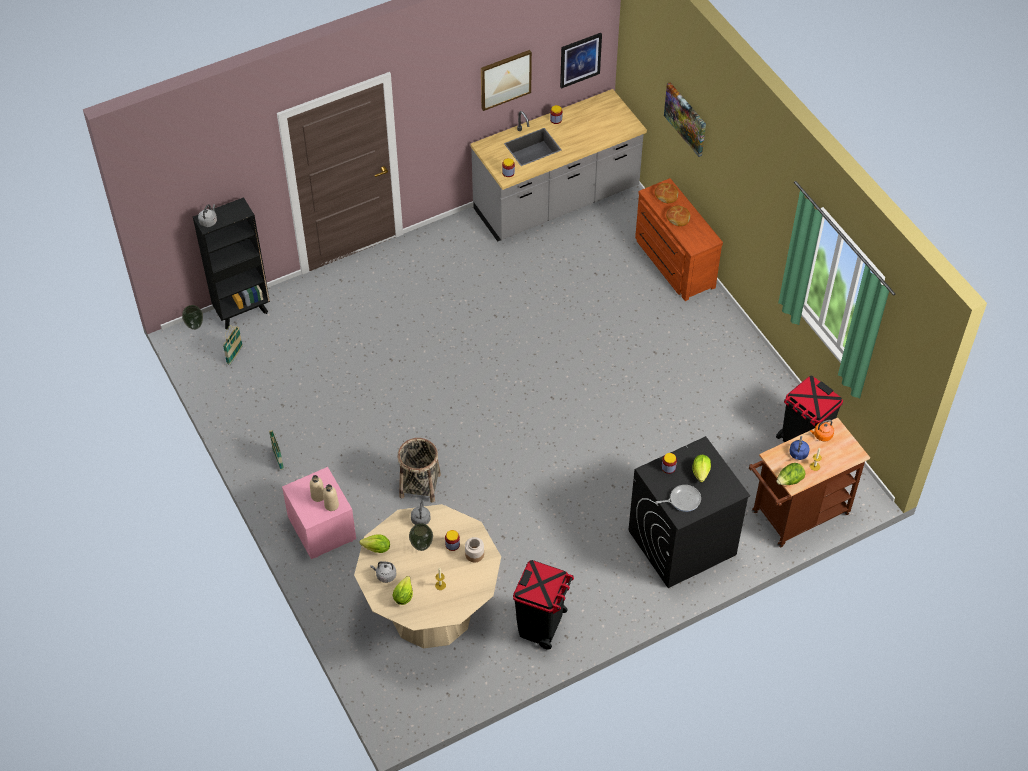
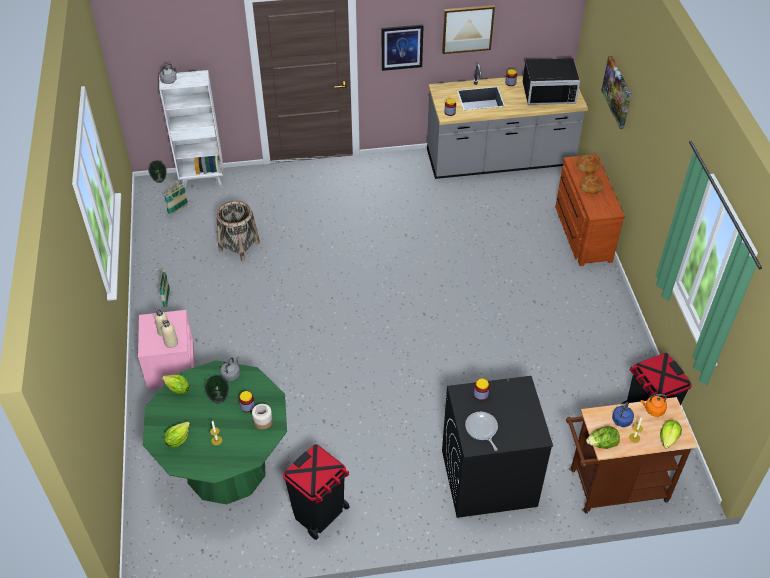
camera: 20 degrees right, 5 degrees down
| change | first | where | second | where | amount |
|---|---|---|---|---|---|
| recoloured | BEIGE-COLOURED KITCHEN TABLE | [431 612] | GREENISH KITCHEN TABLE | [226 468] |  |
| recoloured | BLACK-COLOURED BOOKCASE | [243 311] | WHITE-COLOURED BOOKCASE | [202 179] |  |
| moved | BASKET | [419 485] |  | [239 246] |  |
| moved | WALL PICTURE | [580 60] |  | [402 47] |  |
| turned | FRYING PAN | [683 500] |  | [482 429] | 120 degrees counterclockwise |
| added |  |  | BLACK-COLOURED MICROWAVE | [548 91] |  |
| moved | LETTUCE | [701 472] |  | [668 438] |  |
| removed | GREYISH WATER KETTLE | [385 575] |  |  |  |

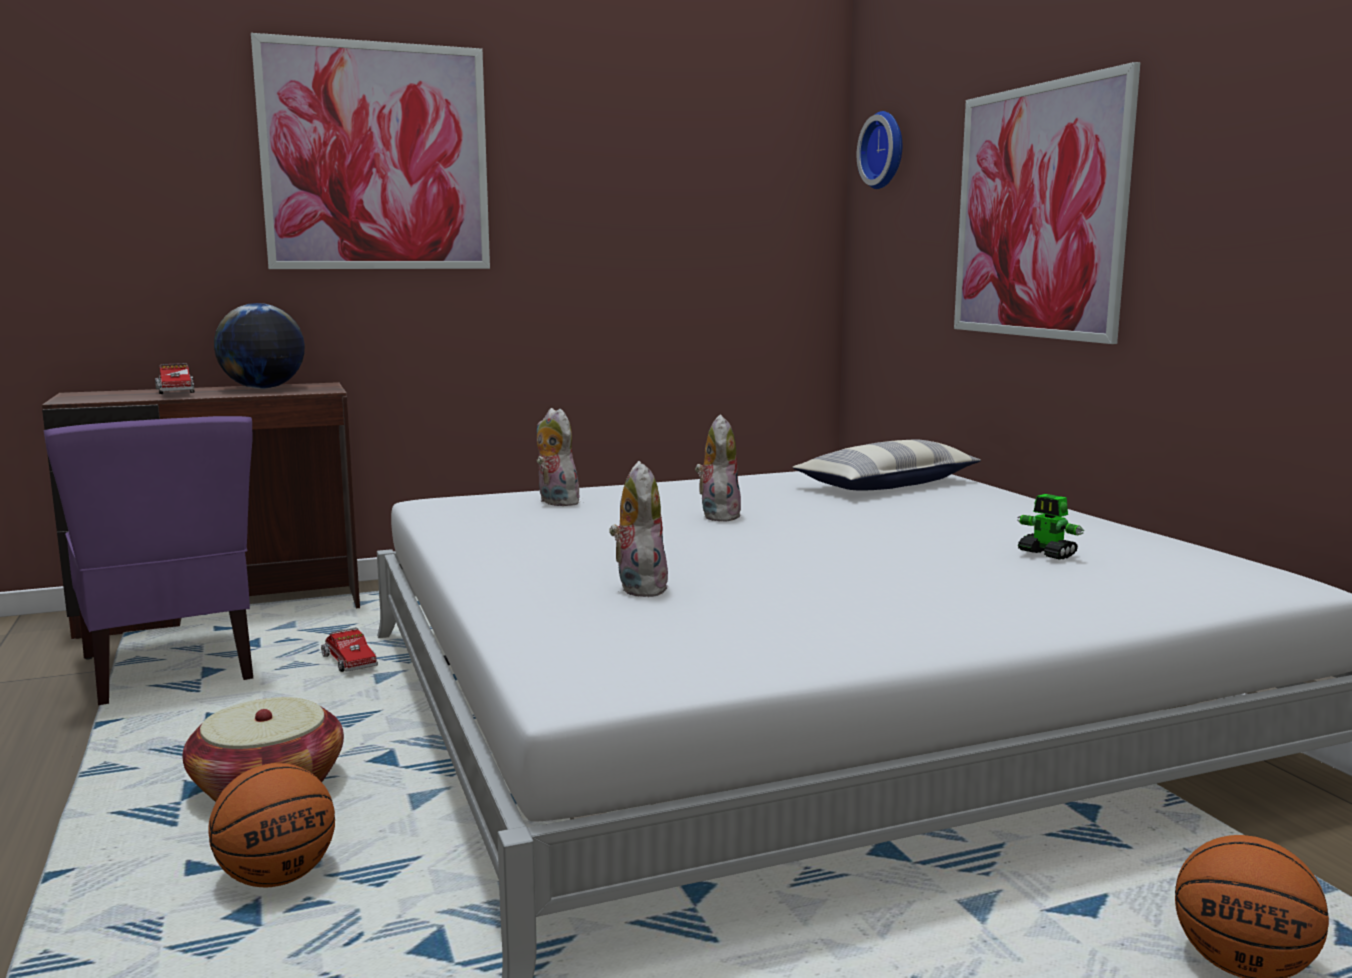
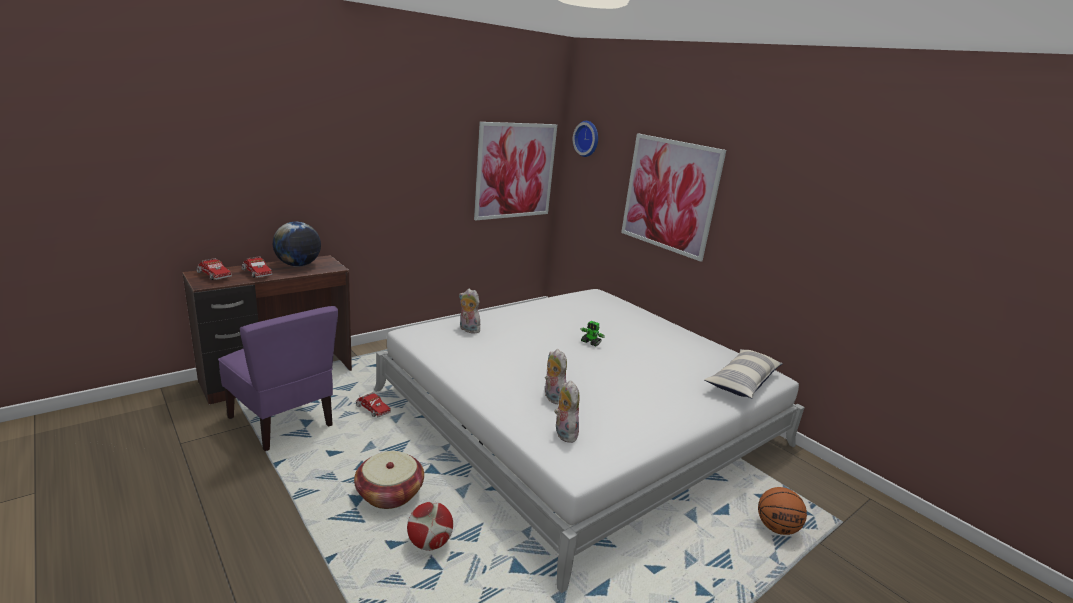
camera: 20 degrees left, 10 degrees up
| change | first | where | second | where | amount |
|---|---|---|---|---|---|
| added |  |  | TOY TRUCK | [213 275] |  |
| replaced | BASKETBALL | [277 877] | FOOTBALL | [429 543] |  |
| moved | WALL PICTURE | [376 157] |  | [515 171] |  |
| moved | PLUSH TOY | [717 515] |  | [563 433] |  |
| moved | ROBOT FIGURE | [1047 554] |  | [591 342] |  |
| moved | PILLOW | [887 485] |  | [742 381] |  |

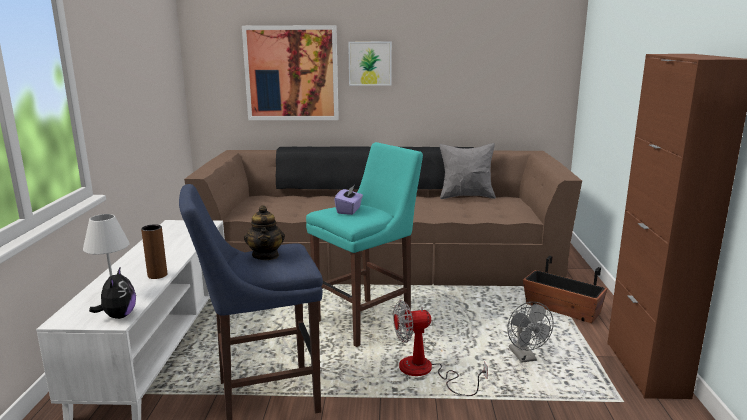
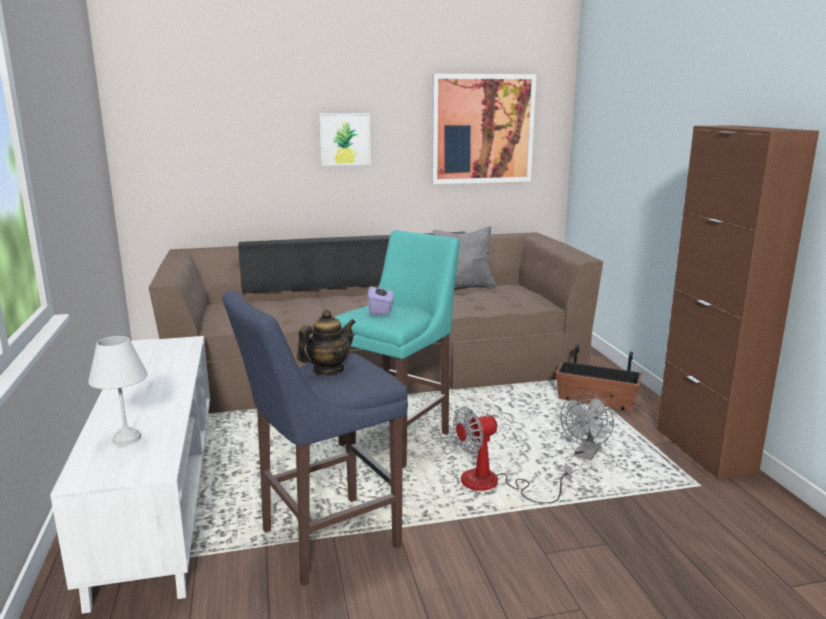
camera: 15 degrees left, 0 degrees up
| change | first | where | second | where | amount |
|---|---|---|---|---|---|
| turned | POT FOR TEA | [266 255] |  | [328 370] | 105 degrees counterclockwise |
| moved | WALL PICTURE | [291 73] |  | [482 129] |  |
| turned | GREYISH COOLING FAN | [525 357] |  | [586 454] | 60 degrees clockwise |
| removed | PLUSH TOY | [118 316] |  |  |  |
| removed | BROWN-COLOURED FLOWER VASE | [157 275] |  |  |  |

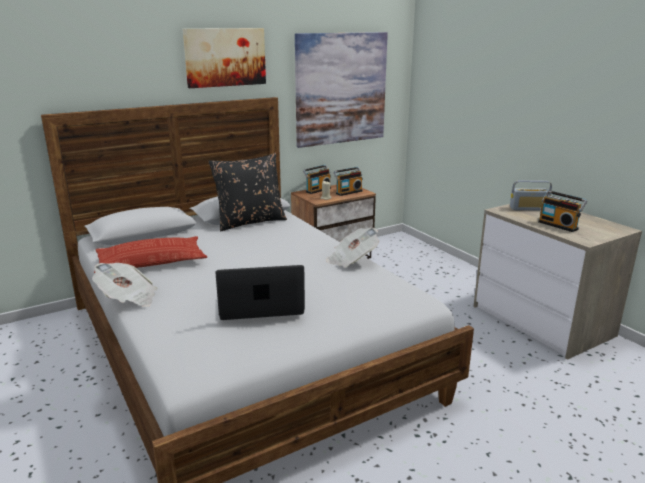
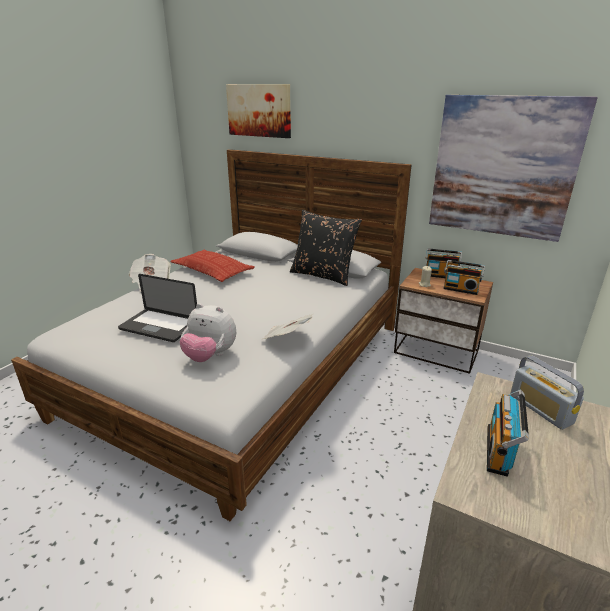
camera: 60 degrees right, 5 degrees up
| change | first | where | second | where | amount |
|---|---|---|---|---|---|
| turned | PORTABLE COMPUTER | [261 306] |  | [159 326] | 150 degrees clockwise |
| added |  |  | PLUSH TOY | [210 356] |  |
| moved | WALL PICTURE | [225 57] |  | [259 110] |  |

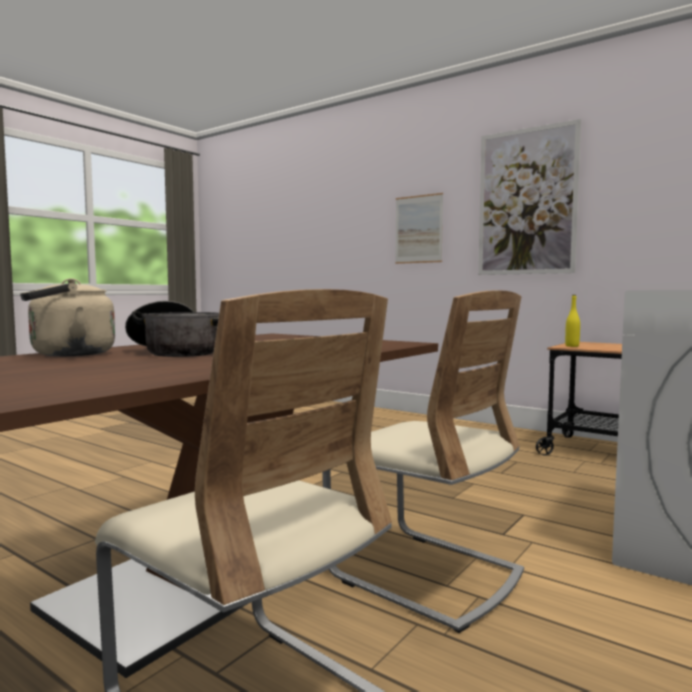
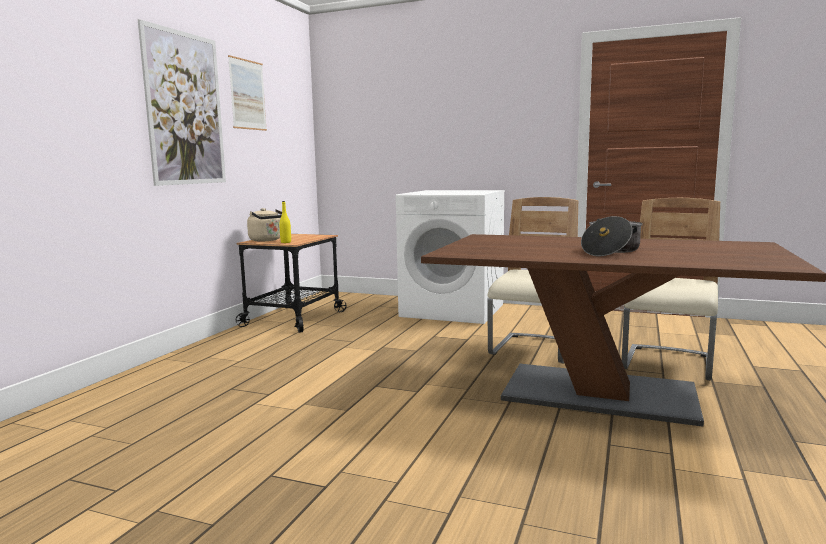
camera: 105 degrees left, 5 degrees up
| change | first | where | second | where | amount |
|---|---|---|---|---|---|
| moved | WALL PICTURE | [418 229] |  | [247 94] |  |
| moved | BEIGE-COLOURED WATER KETTLE | [67 354] |  | [267 240] |  |

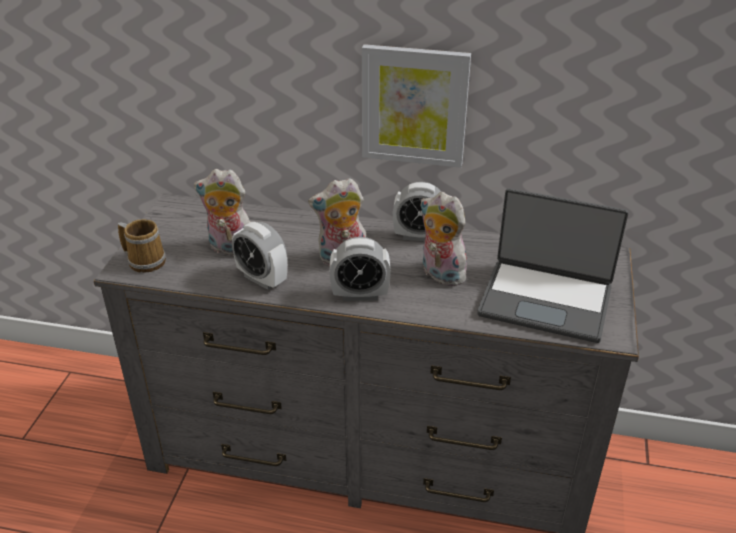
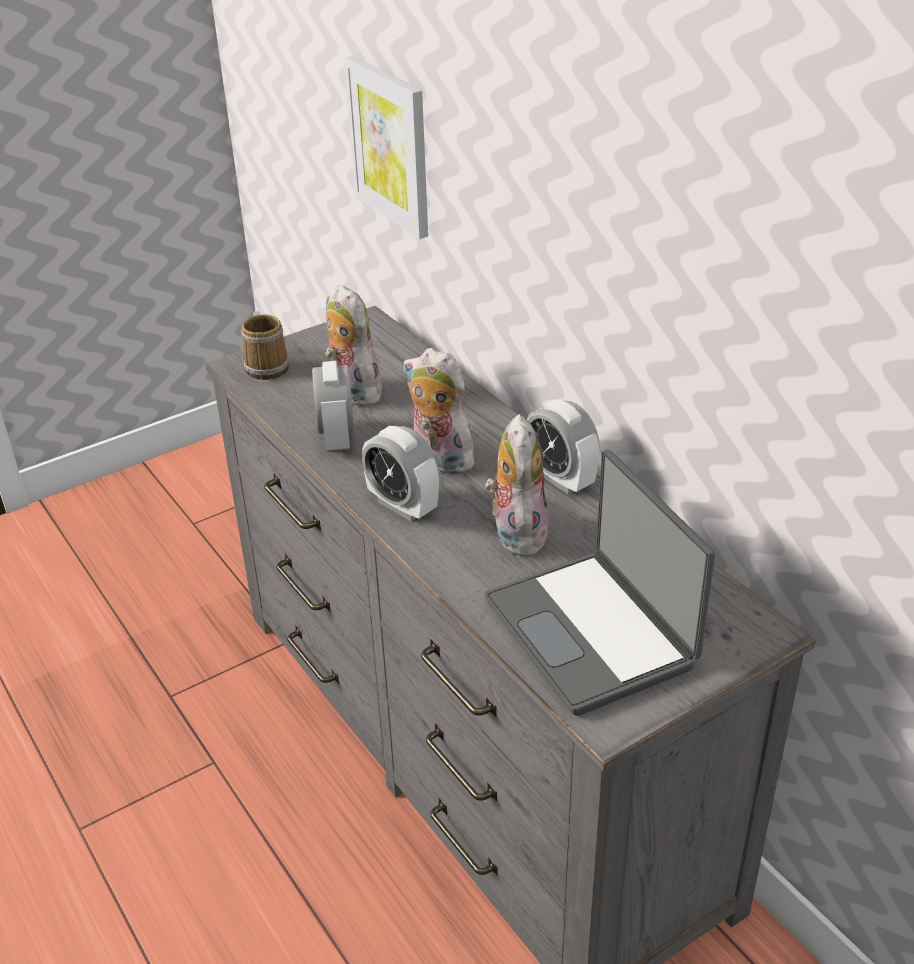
camera: 45 degrees right, 0 degrees up
| change | first | where | second | where | amount |
|---|---|---|---|---|---|
| moved | WALL PICTURE | [414 105] |  | [390 146] |  |

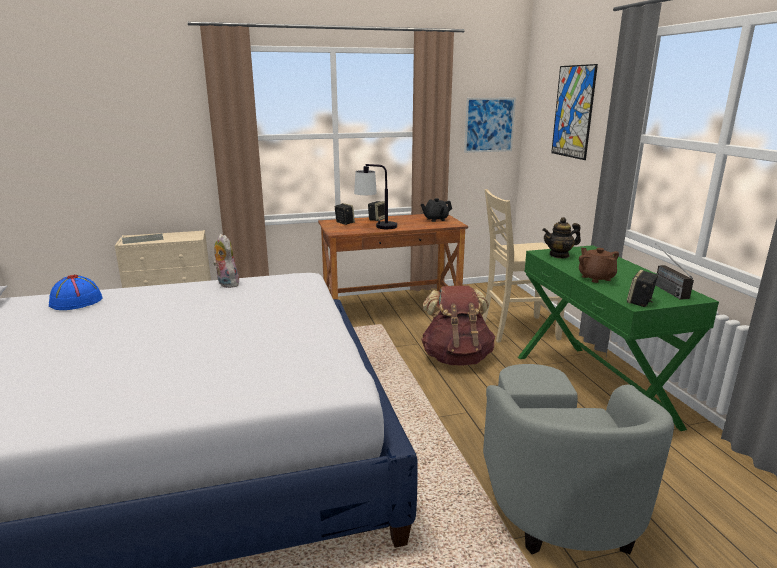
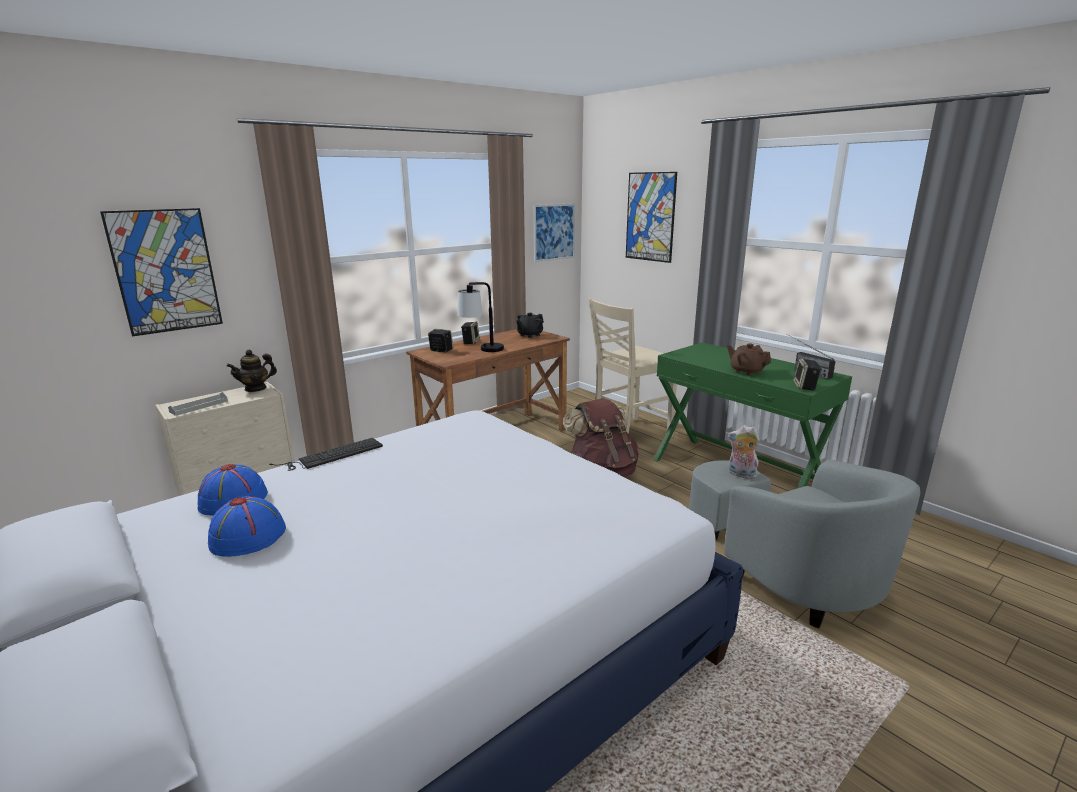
camera: 25 degrees left, 0 degrees up
| change | first | where | second | where | amount |
|---|---|---|---|---|---|
| added |  |  | WALL PICTURE | [165 271] |  |
| added |  |  | BLUISH HAT | [248 536] |  |
| moved | POT FOR TEA | [559 255] |  | [255 388] |  |
| added |  |  | PC KEYBOARD | [331 455] |  |
| moved | PLUSH TOY | [226 284] |  | [741 474] |  |

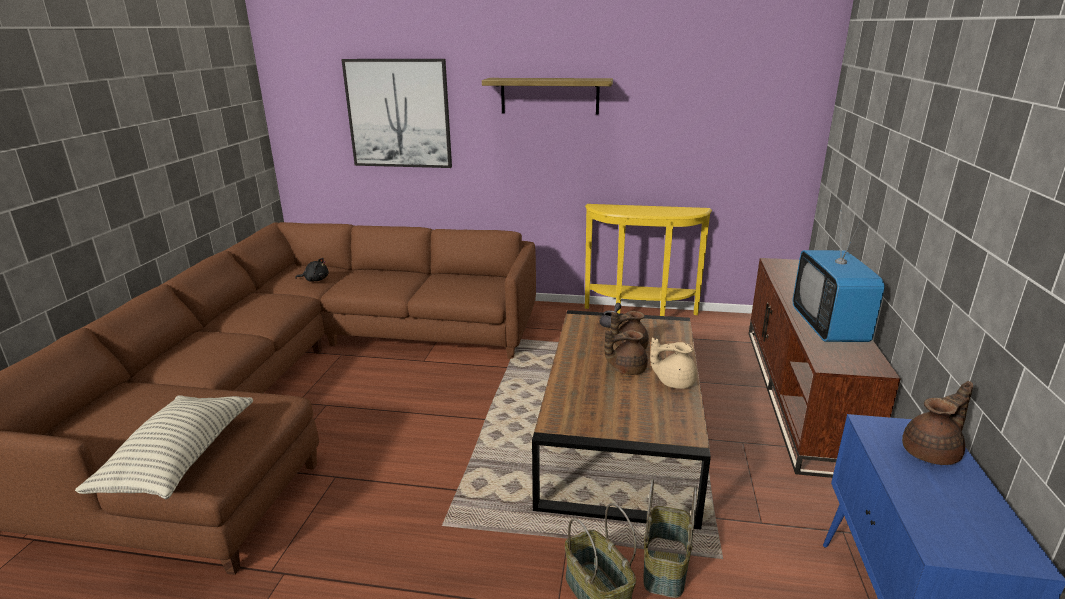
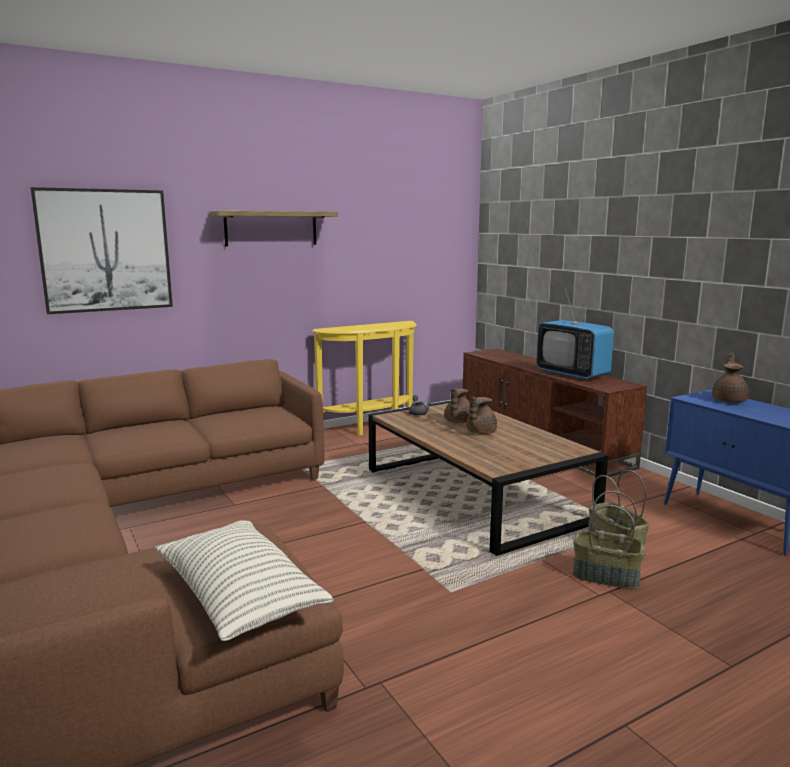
camera: 40 degrees left, 10 degrees down
| change | first | where | second | where | amount |
|---|---|---|---|---|---|
| removed | BLACK-COLOURED PLUSH TOY | [315 280] |  |  |  |
| removed | BEIGE-COLOURED POT FOR TEA | [674 382] |  |  |  |

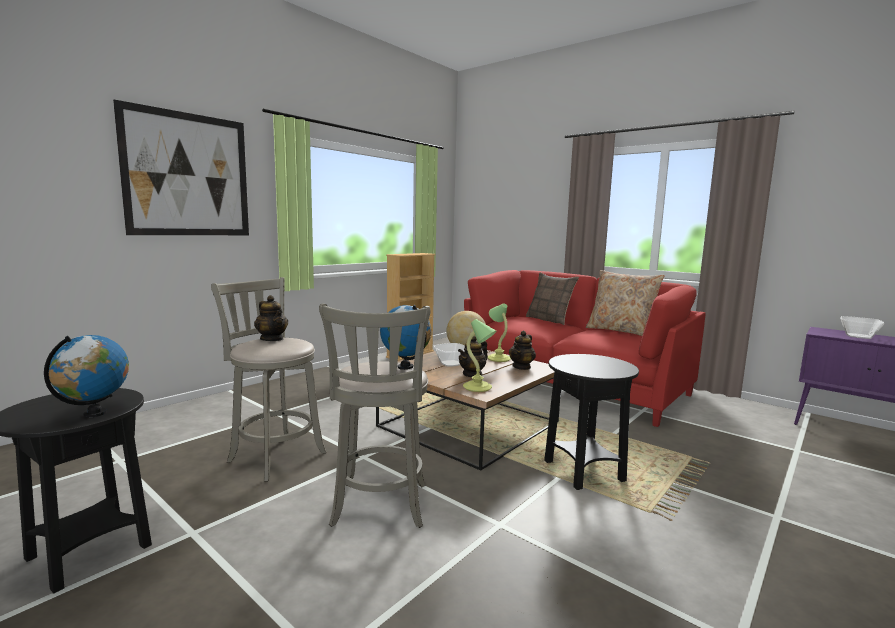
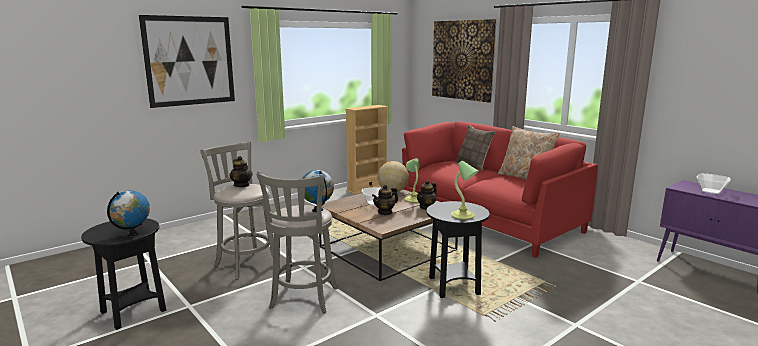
camera: 10 degrees right, 5 degrees up
| change | first | where | second | where | amount |
|---|---|---|---|---|---|
| added |  |  | WALL PICTURE | [462 60] |  |
| moved | TABLETOP LAMP | [478 388] |  | [463 216] |  |

